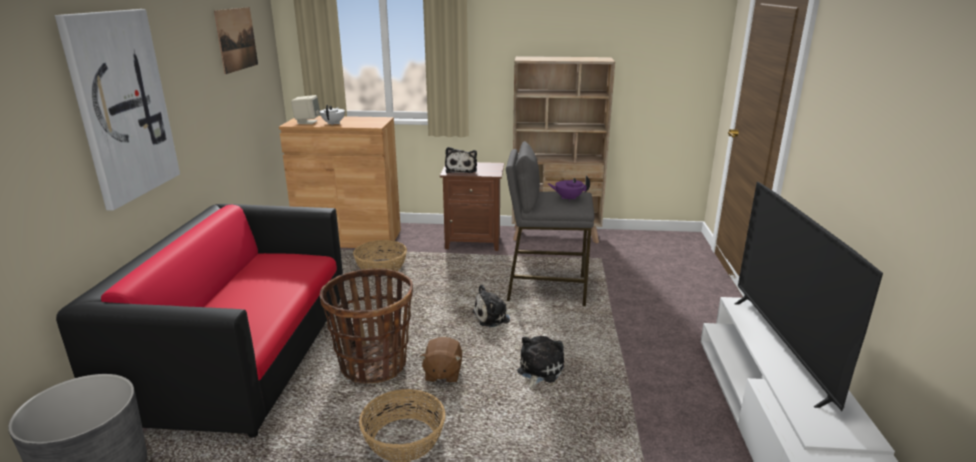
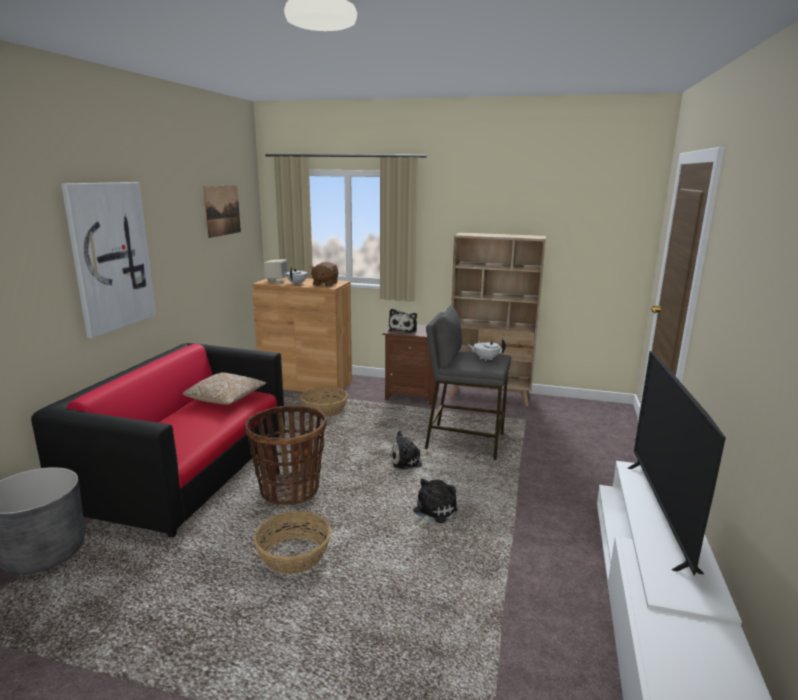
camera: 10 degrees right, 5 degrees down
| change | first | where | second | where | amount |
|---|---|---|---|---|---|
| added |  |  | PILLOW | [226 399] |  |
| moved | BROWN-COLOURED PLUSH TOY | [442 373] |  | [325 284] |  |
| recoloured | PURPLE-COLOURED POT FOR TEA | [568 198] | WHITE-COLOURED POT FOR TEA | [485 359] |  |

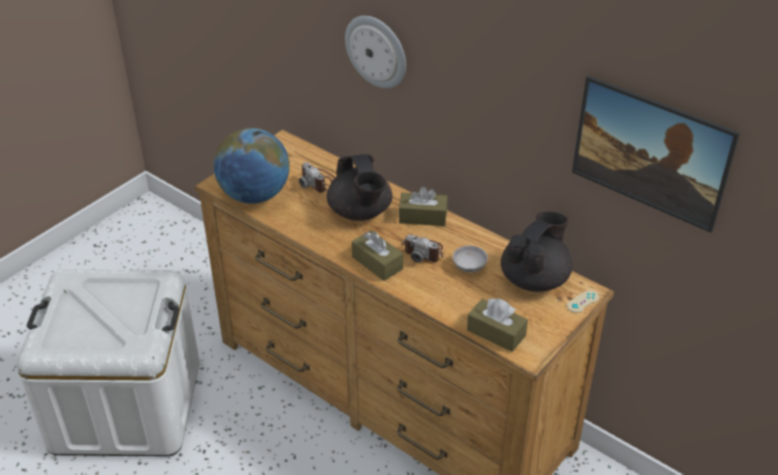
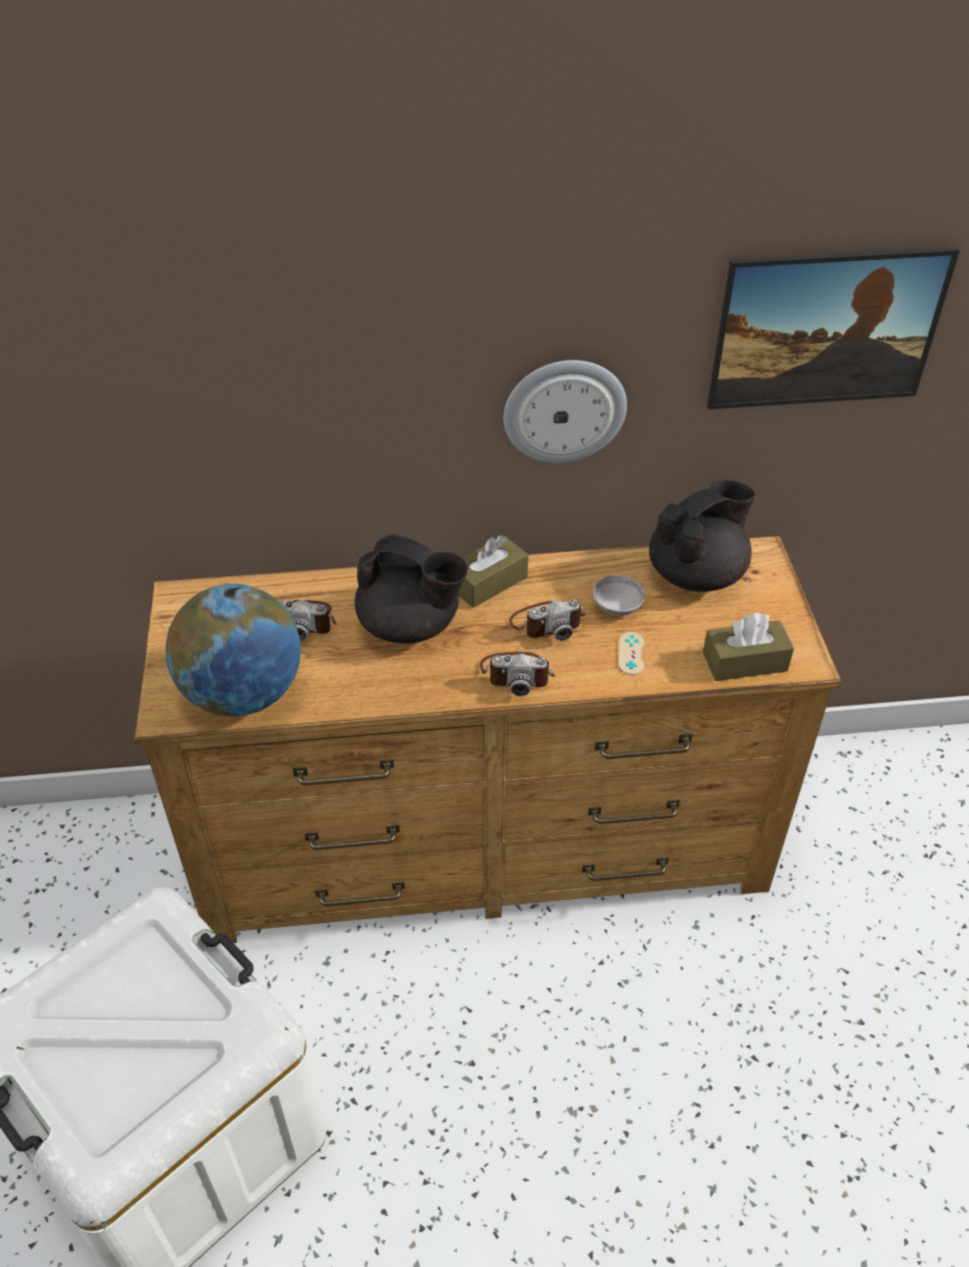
camera: 45 degrees left, 5 degrees up
| change | first | where | second | where | amount |
|---|---|---|---|---|---|
| replaced | BROWN-COLOURED BOX OF TISSUES | [377 263] | STILL CAMERA | [517 673] |  |
| moved | CLOCK ON THE WALL | [377 51] |  | [564 410] |  |
| moved | BEIGE-COLOURED JOYPAD | [583 301] |  | [631 654] |  |
| turned | BLACK-COLOURED POT FOR TEA | [535 279] |  | [697 574] | 60 degrees clockwise |

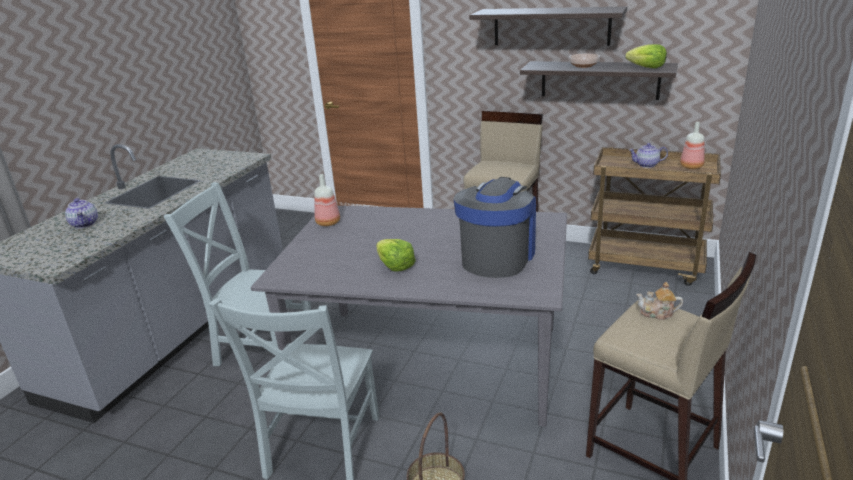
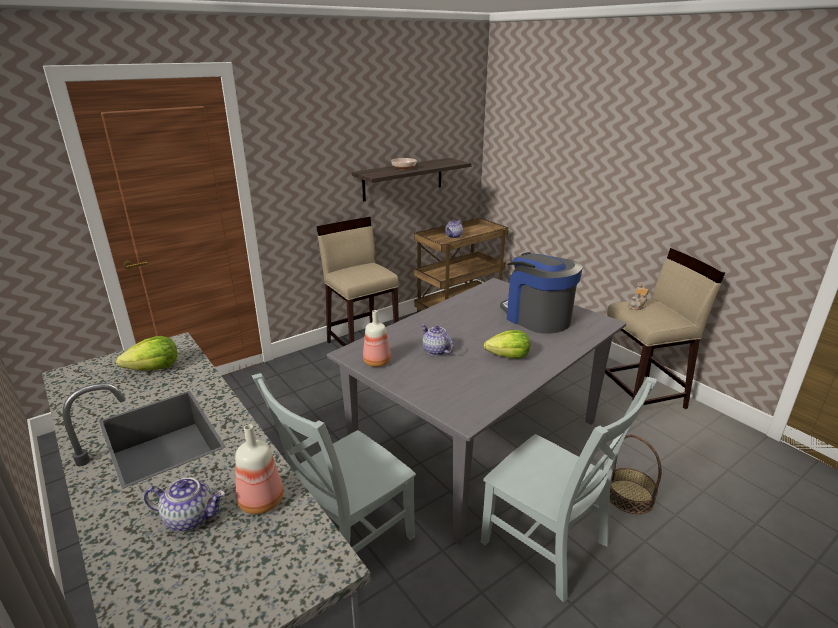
camera: 60 degrees left, 0 degrees up
| change | first | where | second | where | amount |
|---|---|---|---|---|---|
| moved | LETTUCE | [647 68] |  | [154 368] |  |
| moved | BEVERAGE BOTTLE | [691 167] |  | [262 502] |  |
| added |  |  | POT FOR TEA | [436 351] |  |
| removed | BRACKET SHELF | [551 26] |  |  |  |

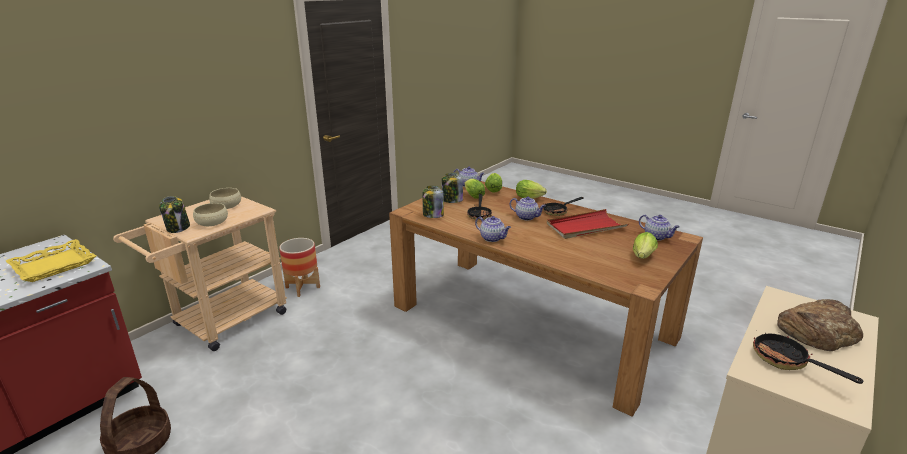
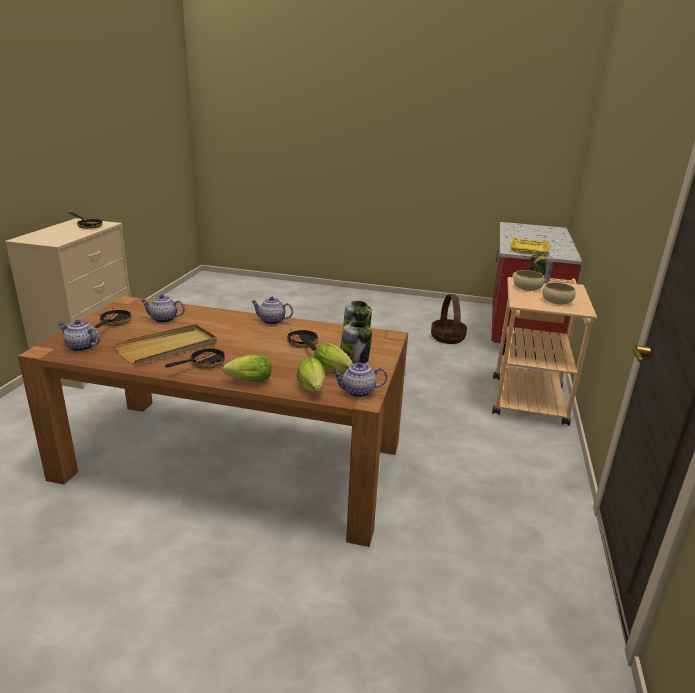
camera: 155 degrees right, 0 degrees up
| change | first | where | second | where | amount |
|---|---|---|---|---|---|
| replaced | LETTUCE | [642 257] | FRYING PAN | [113 323] |  |
| recoloured | RED CARRYING TRAY | [585 227] | BEIGE-COLOURED CARRYING TRAY | [167 347] |  |
| moved | POT FOR TEA | [527 217] |  | [163 319] |  |
| removed | PLANTER | [303 287] |  |  |  |
| removed | BREAD | [817 331] |  |  |  |

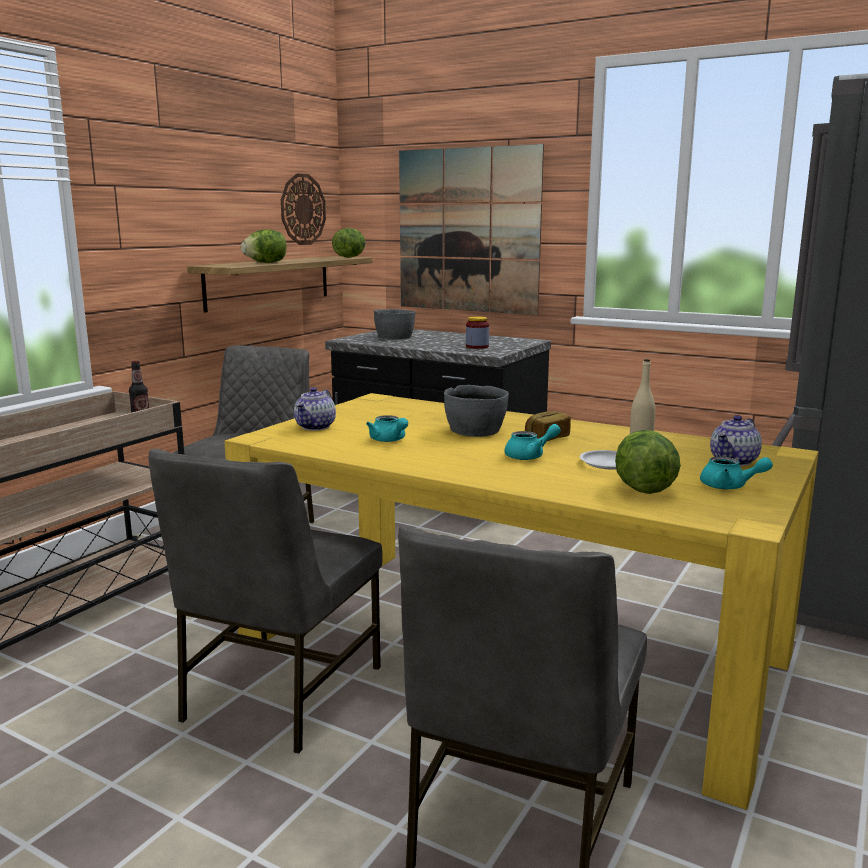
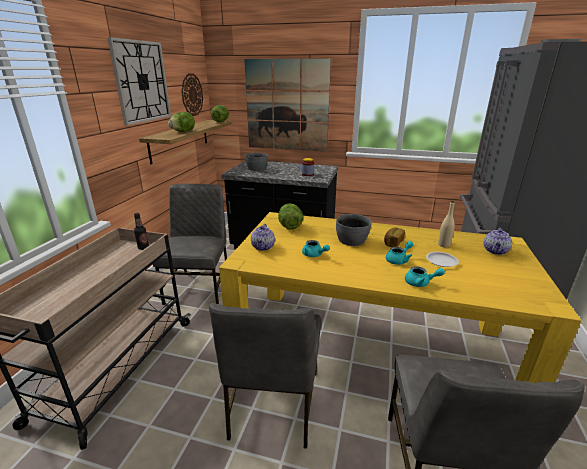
camera: 15 degrees left, 10 degrees up
| change | first | where | second | where | amount |
|---|---|---|---|---|---|
| added |  |  | CLOCK ON THE WALL | [142 82] |  |
| moved | LETTUCE | [643 488] |  | [290 226] |  |
| moved | TURQUOISE POT FOR TEA | [729 487] |  | [420 283] |  |

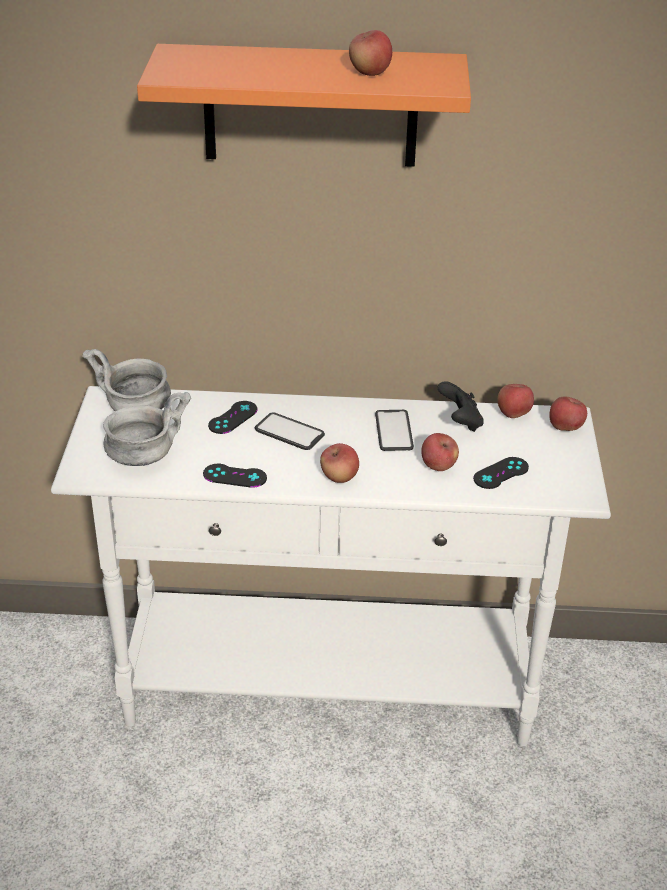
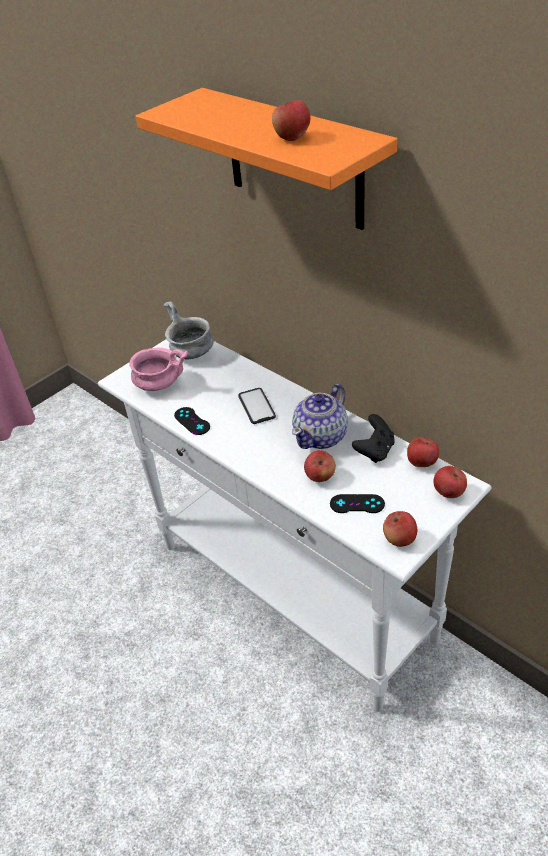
camera: 45 degrees right, 5 degrees up
| change | first | where | second | where | amount |
|---|---|---|---|---|---|
| recoloured | GREYISH BOWL | [142 456] | PINKISH BOWL | [159 384] |  |
| replaced | TELEPHONE | [394 431] | POT FOR TEA | [321 436] |  |
| moved | WHOLE APPLE | [339 477] |  | [399 539] |  |
| removed | BLACK-COLOURED JOYPAD | [233 417] |  |  |  |

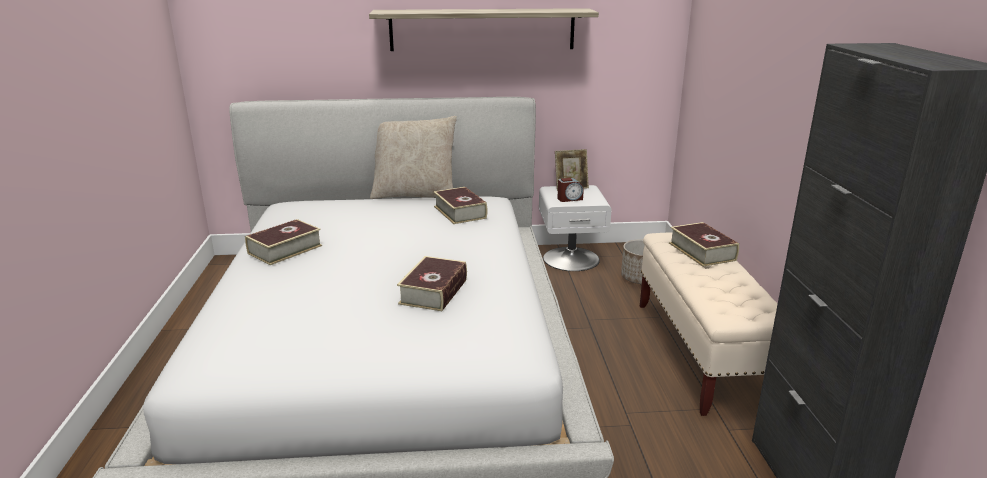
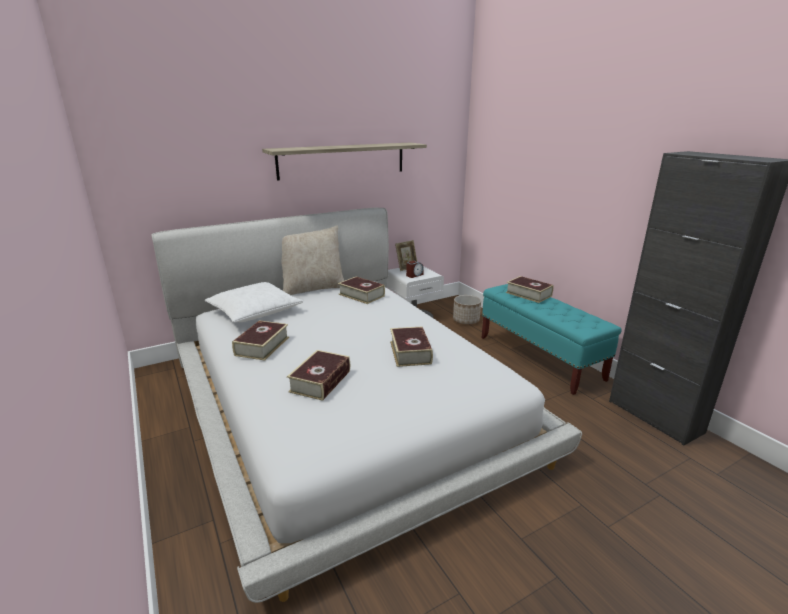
camera: 25 degrees left, 0 degrees up
| change | first | where | second | where | amount |
|---|---|---|---|---|---|
| added |  |  | WHITE-COLOURED PILLOW | [254 311] |  |
| added |  |  | BOOK | [320 381] |  |
| recoloured | BEIGE-COLOURED INDOOR BENCH | [701 353] | TURQUOISE INDOOR BENCH | [539 358] |  |

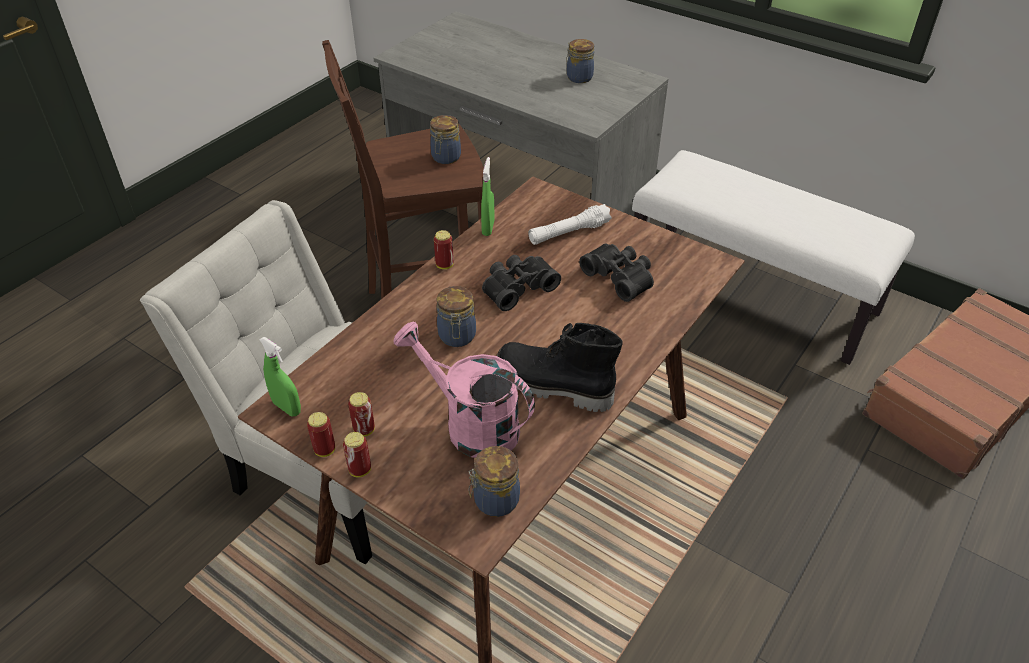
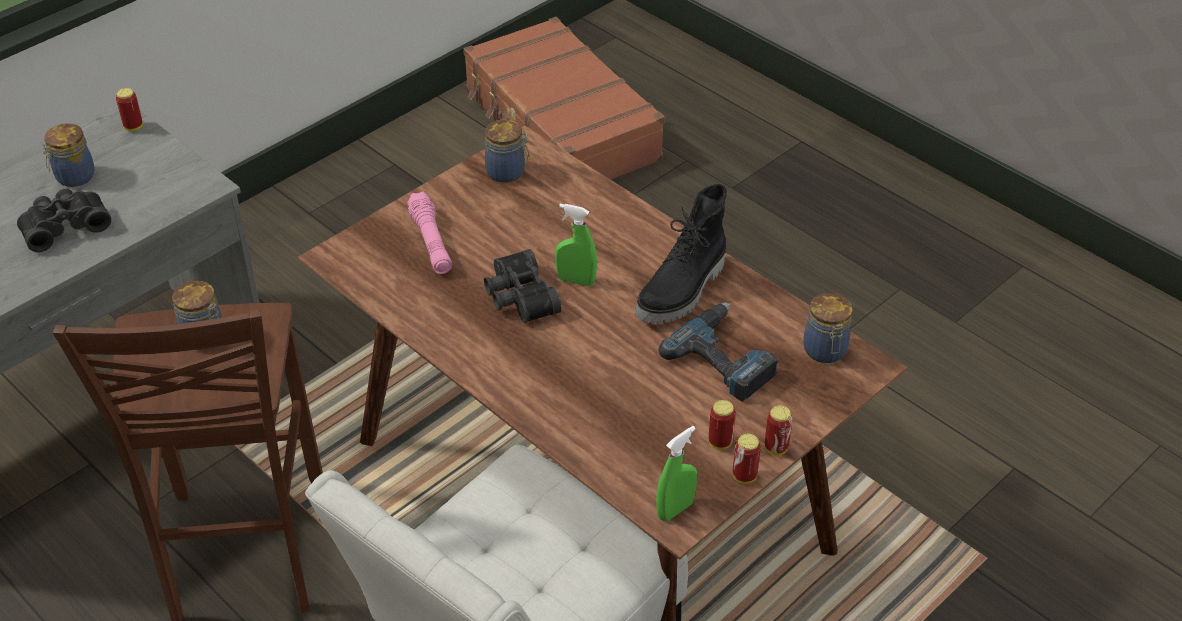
camera: 80 degrees left, 0 degrees up
| change | first | where | second | where | amount |
|---|---|---|---|---|---|
| moved | BLACK-COLOURED FIELD GLASSES | [620 277] |  | [64 226] |  |
| moved | METAL CAN | [444 265] |  | [133 127] |  |
| recoloured | WHITE-COLOURED TORCH | [569 233] | PINKISH TORCH | [431 242] |  |
| moved | STORAGE JAR | [457 337] |  | [507 172] |  |
| moved | GREENISH HAND SPRAYER | [488 228] |  | [576 280] |  |
| replaced | PINKISH WATERING CAN | [471 424] | POWER DRILL | [725 358] |  |
| removed | WHITE-COLOURED INDOOR BENCH | [753 291] |  |  |  |

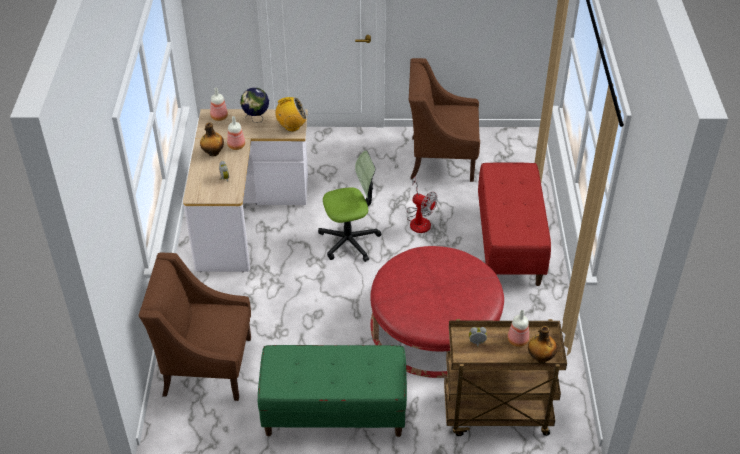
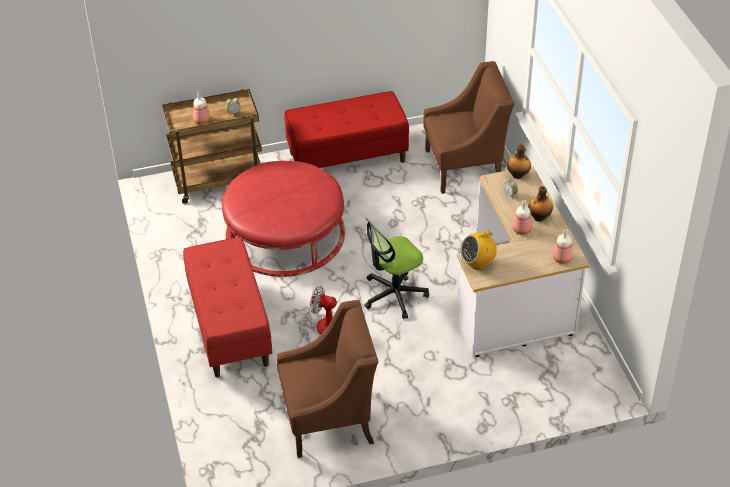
camera: 165 degrees right, 0 degrees up
| change | first | where | second | where | amount |
|---|---|---|---|---|---|
| recoloured | GREENISH INDOOR BENCH | [334 412] | RED INDOOR BENCH | [347 157] |  |
| moved | BEVERAGE BOTTLE | [540 357] |  | [518 175] |  |
| removed | GLOBE | [256 119] |  |  |  |

